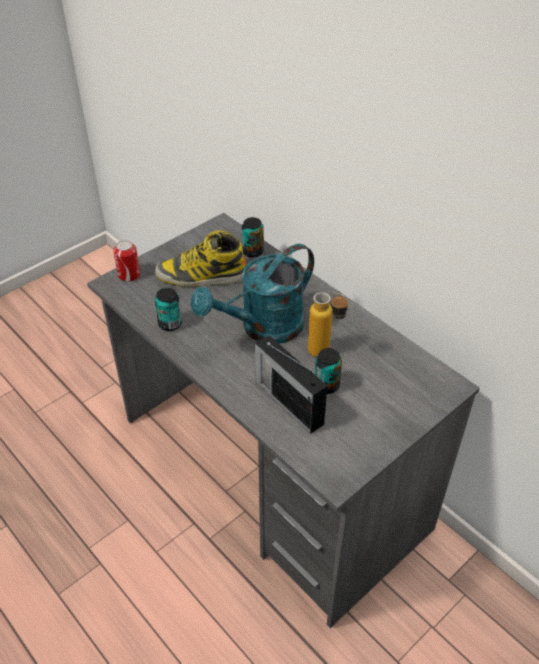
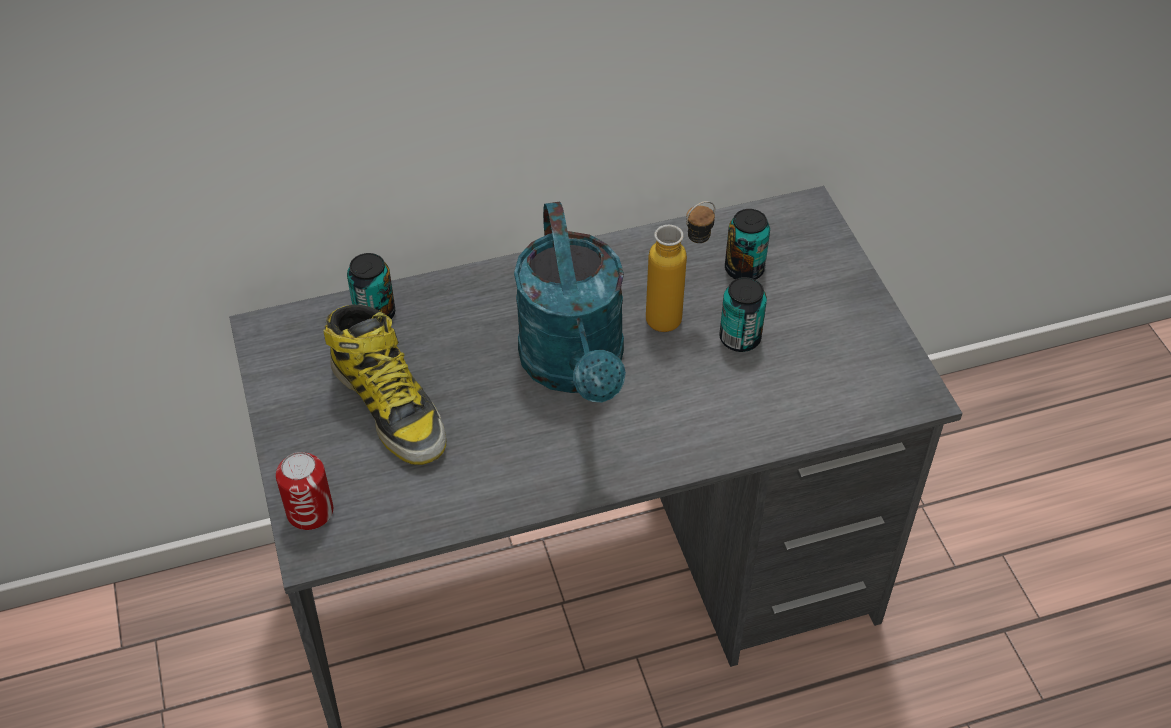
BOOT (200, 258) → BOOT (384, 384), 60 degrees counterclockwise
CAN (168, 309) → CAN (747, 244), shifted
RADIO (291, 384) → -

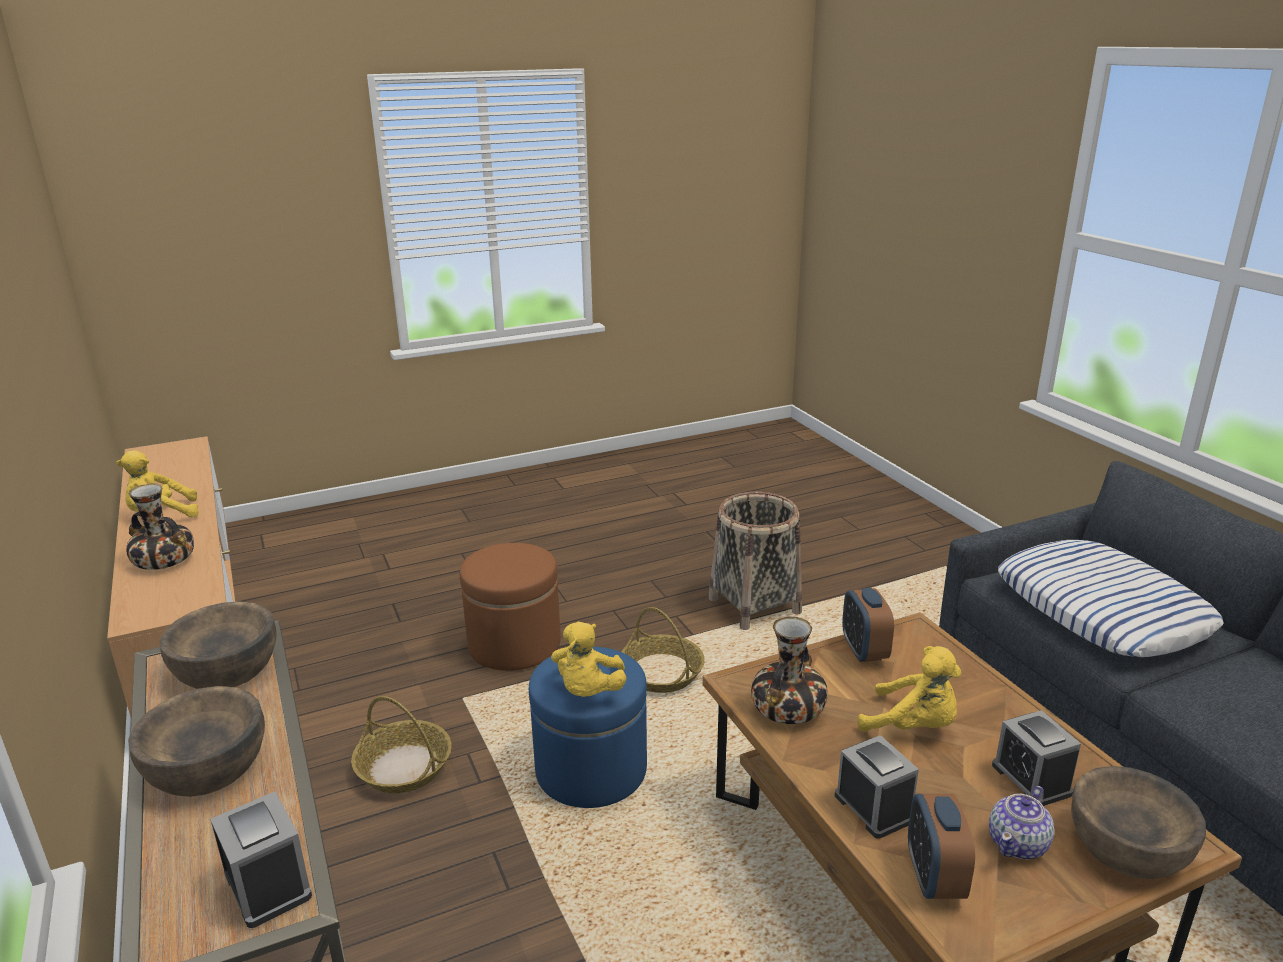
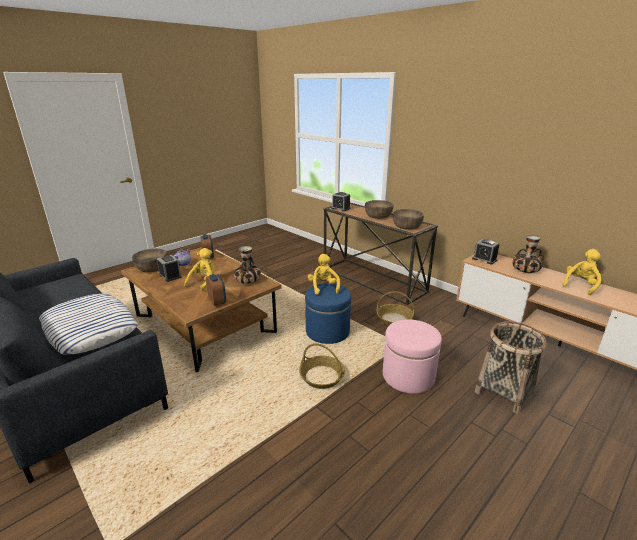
BASKET (755, 561) → BASKET (511, 367), shifted
BROWN OTTOMAN (510, 607) → PINK OTTOMAN (412, 356)
YELLOW PLUSH TOY (909, 689) → YELLOW PLUSH TOY (199, 269), 105 degrees clockwise
ALARM CLOCK (877, 787) → ALARM CLOCK (485, 252), shifted

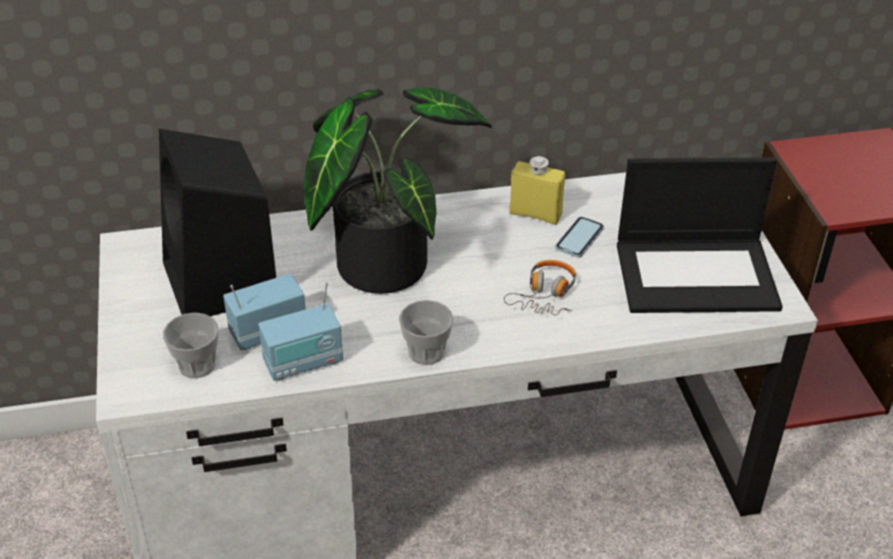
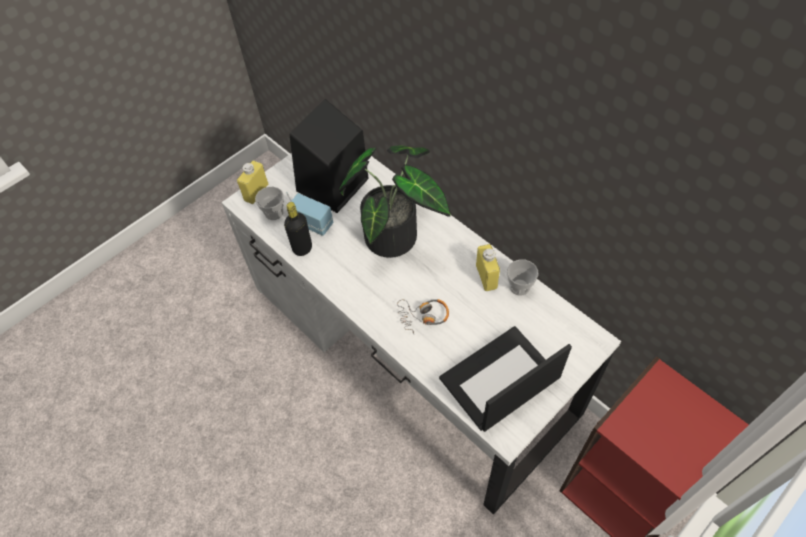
LAPTOP (700, 235) → LAPTOP (505, 379), 90 degrees clockwise
PHONE (579, 237) → -
RADIO (300, 331) → BLACK BOTTLE (298, 229)
CUP (426, 332) → CUP (523, 278), shifted
- → YELLOW BOTTLE (252, 182)

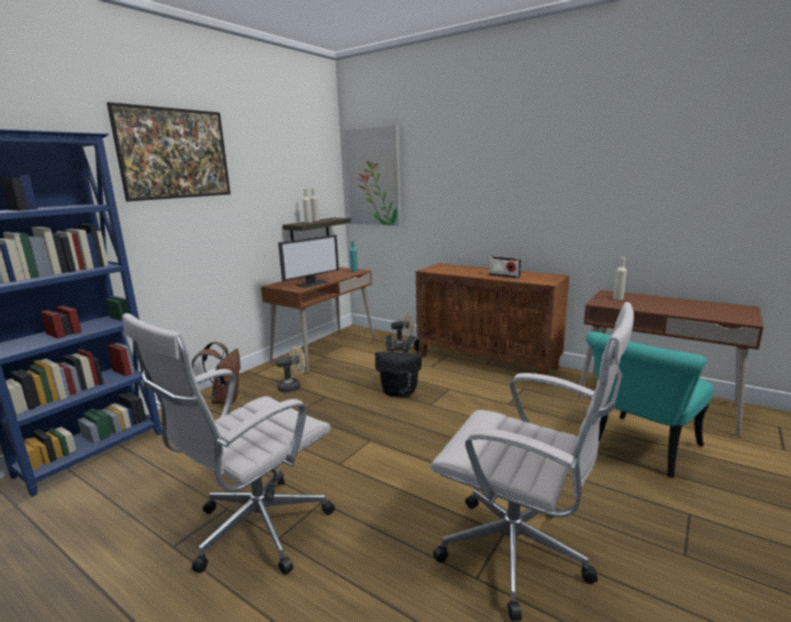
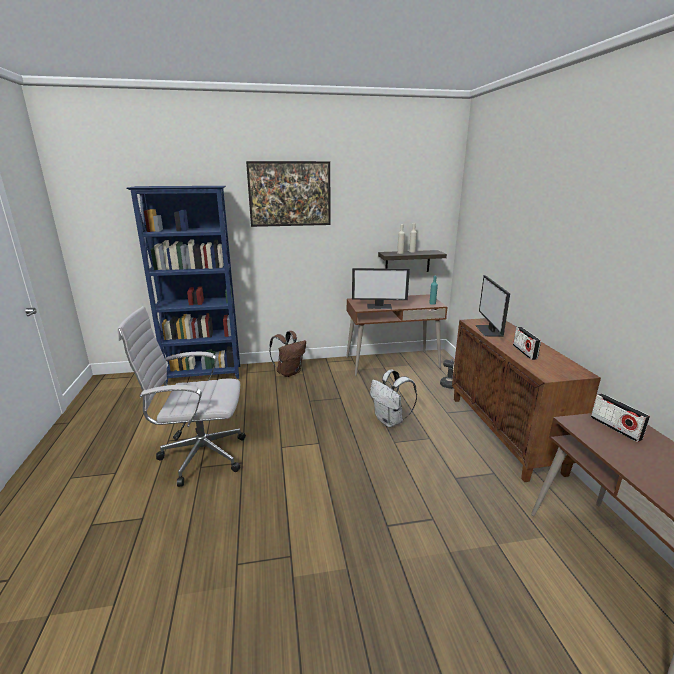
PICTURE (373, 175) → -
BEIGE BOTTLE (620, 278) → RADIO (620, 417)
WHITE OFFICE CHAIR (532, 461) → -
TURQUOISE CHAIR (650, 405) → -
BLACK BACKPACK (398, 366) → WHITE BACKPACK (393, 398)
BEIGE FAN (290, 368) → -
- → MONITOR (493, 305)

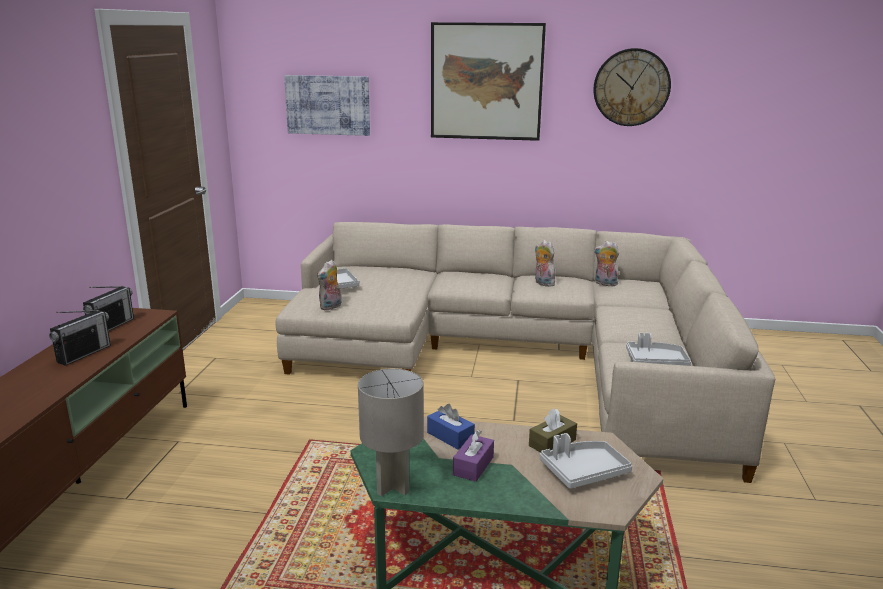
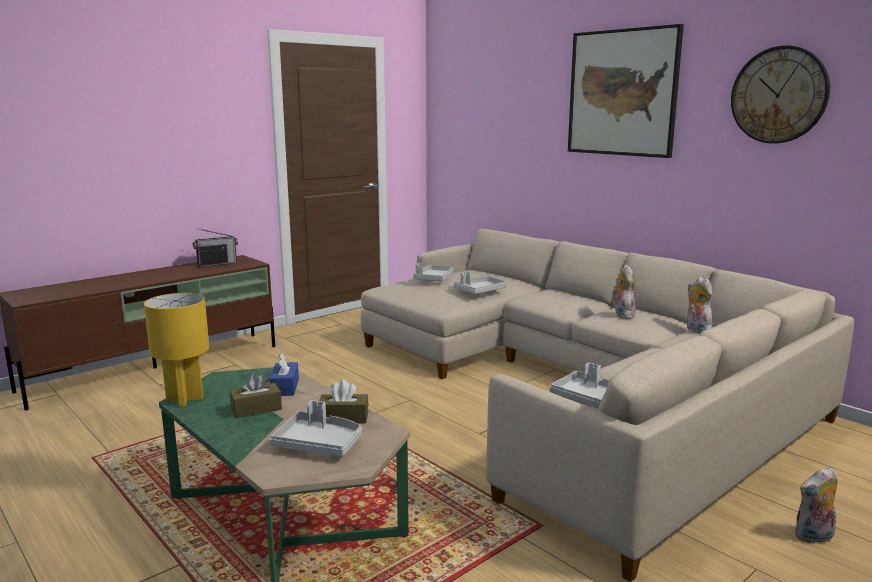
PICTURE (327, 105) → -
PLUSH TOY (329, 285) → PLUSH TOY (816, 505), shifted
RADIO (80, 338) → -
GREY TABLE LAMP (390, 432) → YELLOW TABLE LAMP (176, 350)
PURPLE TISSUE BOX (473, 456) → BROWN TISSUE BOX (256, 395)
- → GREY TRAY (480, 282)

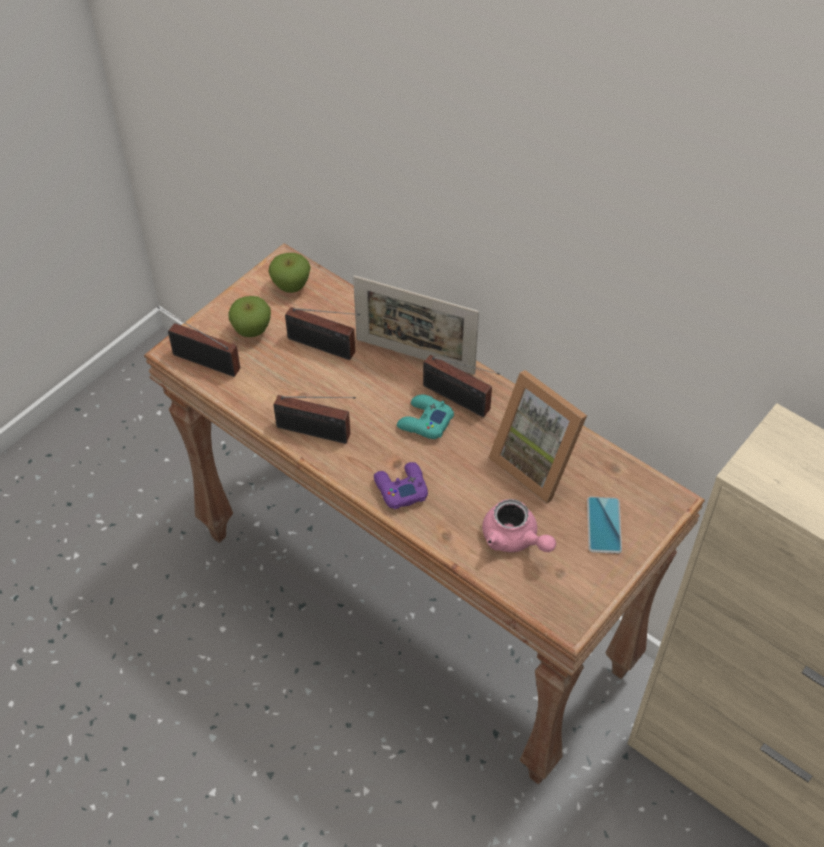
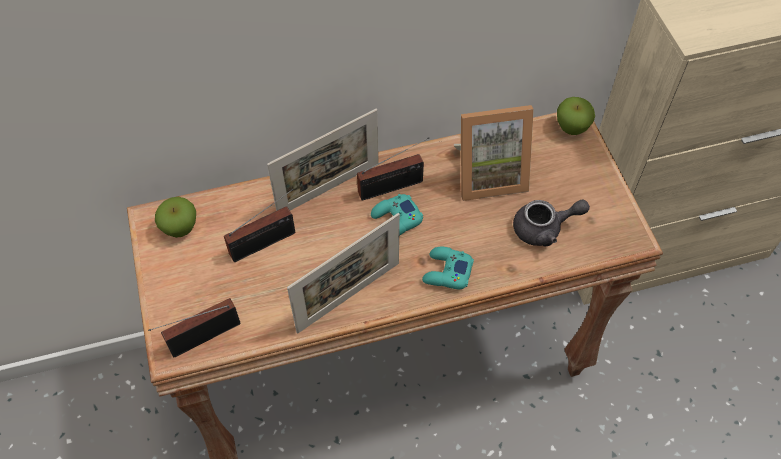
APPLE (249, 316) → APPLE (576, 116), shifted
RADIO (315, 419) → PICTURE FRAME (343, 273)
PURPLE GAME CONTROLLER (401, 486) → TURQUOISE GAME CONTROLLER (448, 267)
PHONE (604, 525) → -
PINK TEAPOT (519, 525) → GREY TEAPOT (551, 223)

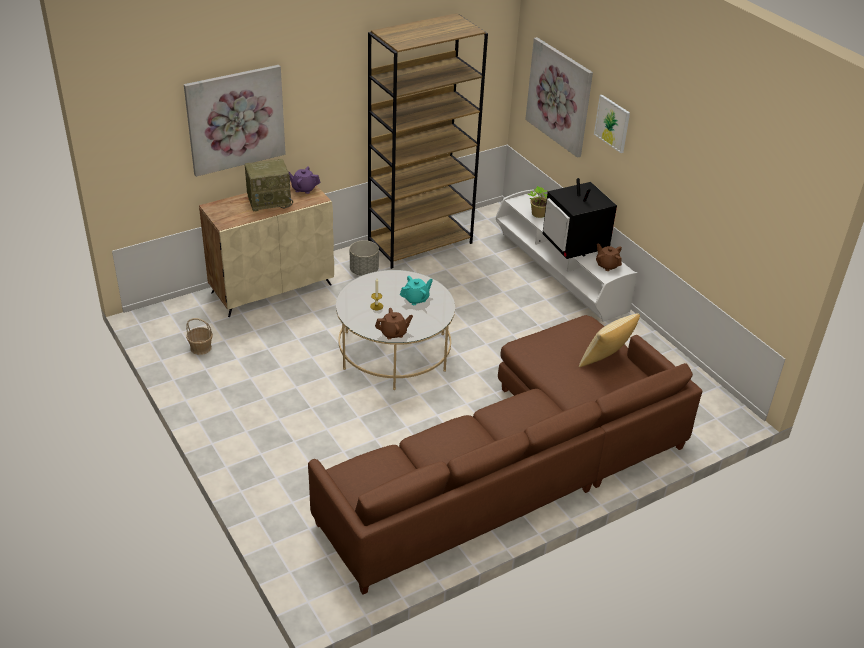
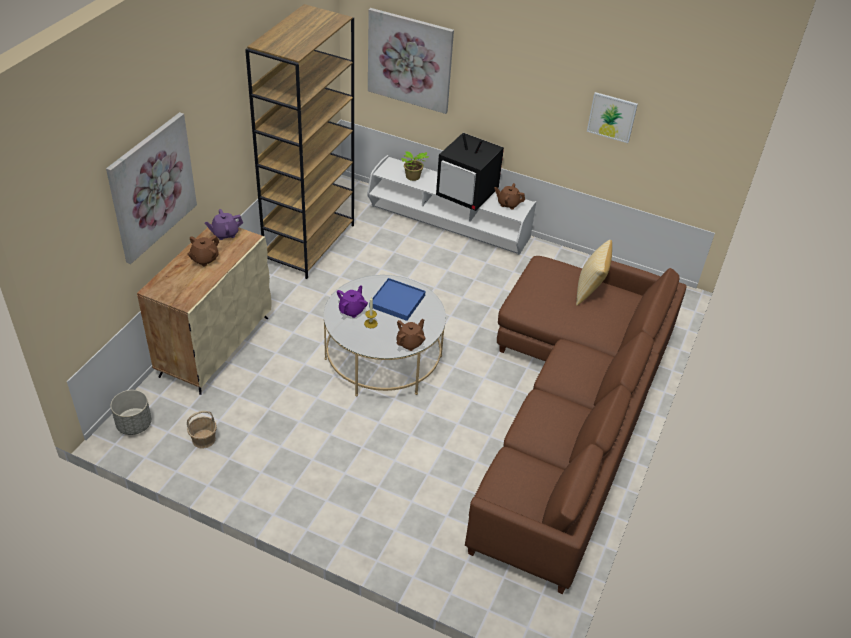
PICTURE (612, 124) → PICTURE (612, 117), shifted
RADIO (269, 185) → BROWN TEAPOT (203, 250)
GREY PLANTER (364, 258) → GREY PLANTER (131, 412), shifted
TURQUOISE TEAPOT (416, 290) → BLUE TRAY (397, 299)
- → PURPLE TEAPOT (352, 301)

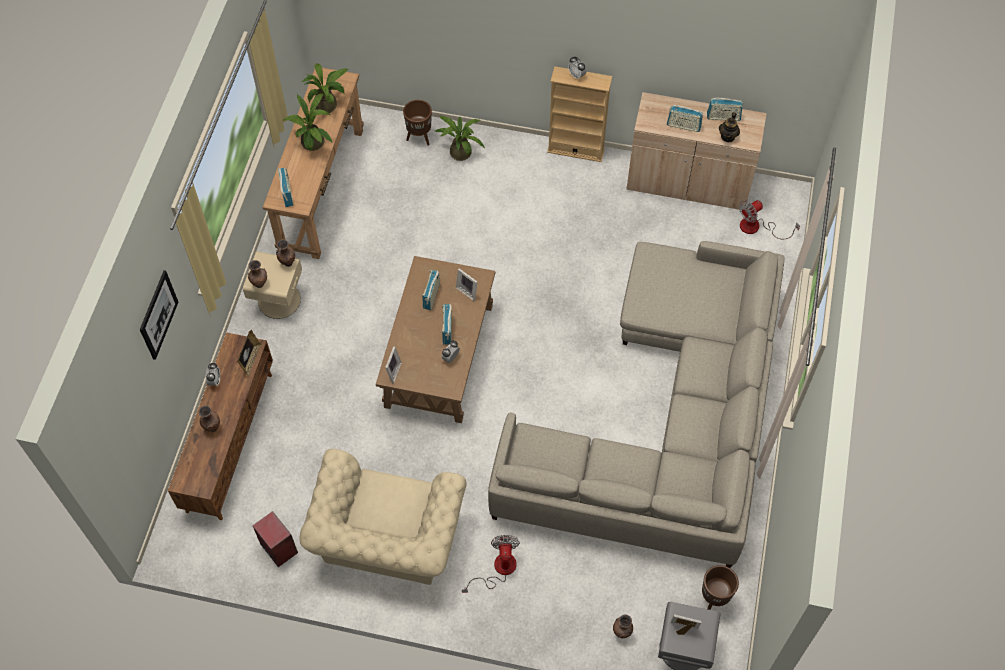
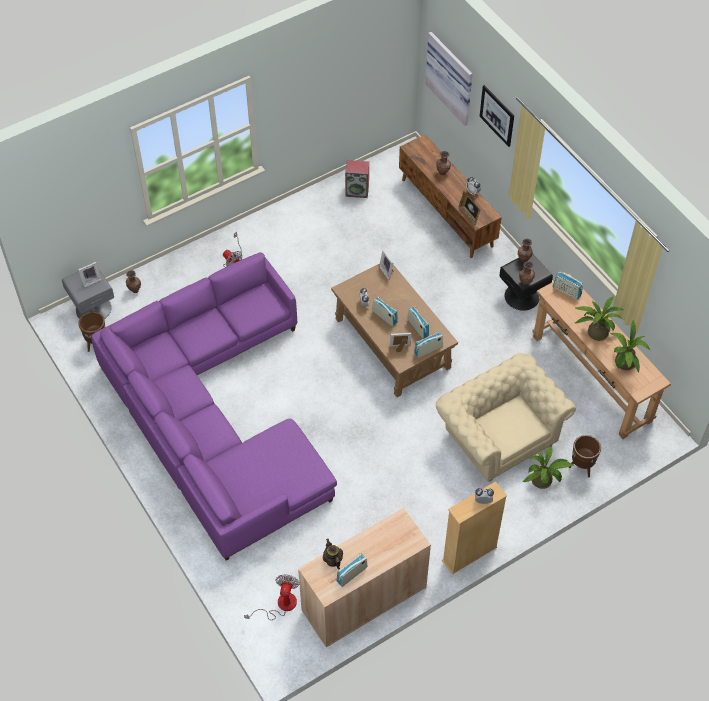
RADIO (685, 118) → RADIO (428, 344), shifted
BEIGE SOFA (636, 404) → PURPLE SOFA (214, 406)
BEIGE NIGHTSTAND (272, 285) → BLACK NIGHTSTAND (526, 282)
BEIGE ARMCHAIR (383, 517) → BEIGE ARMCHAIR (506, 417), shifted
- → PICTURE (448, 79)

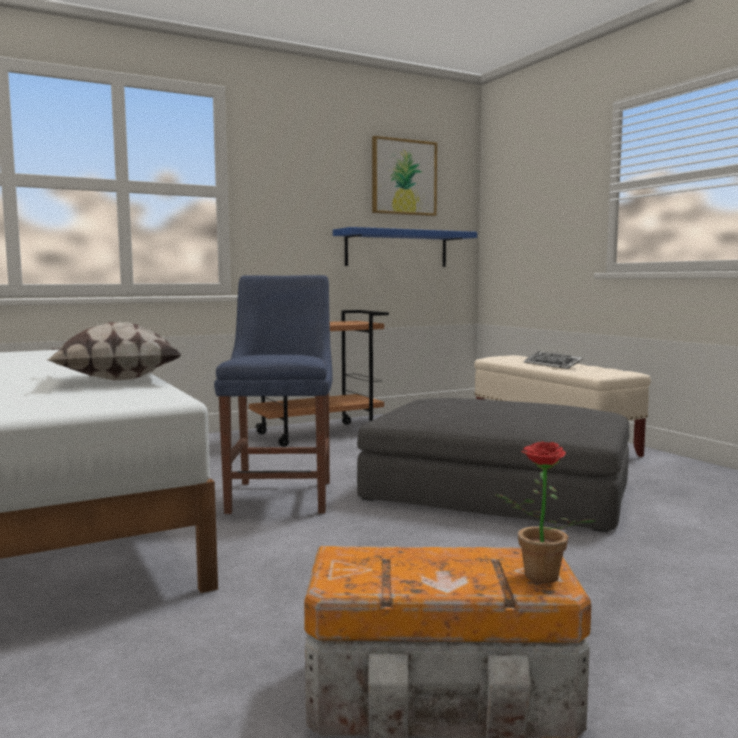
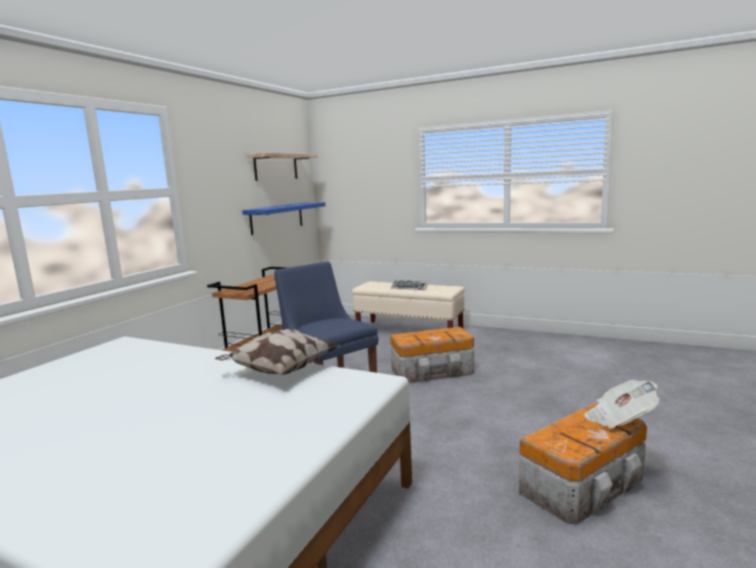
PICTURE (404, 176) → SHELF (282, 167)
GREY OTTOMAN (493, 465) → STORAGE BOX (432, 355)
POTTED PLANT (546, 512) → NEWSPAPER (621, 404)

